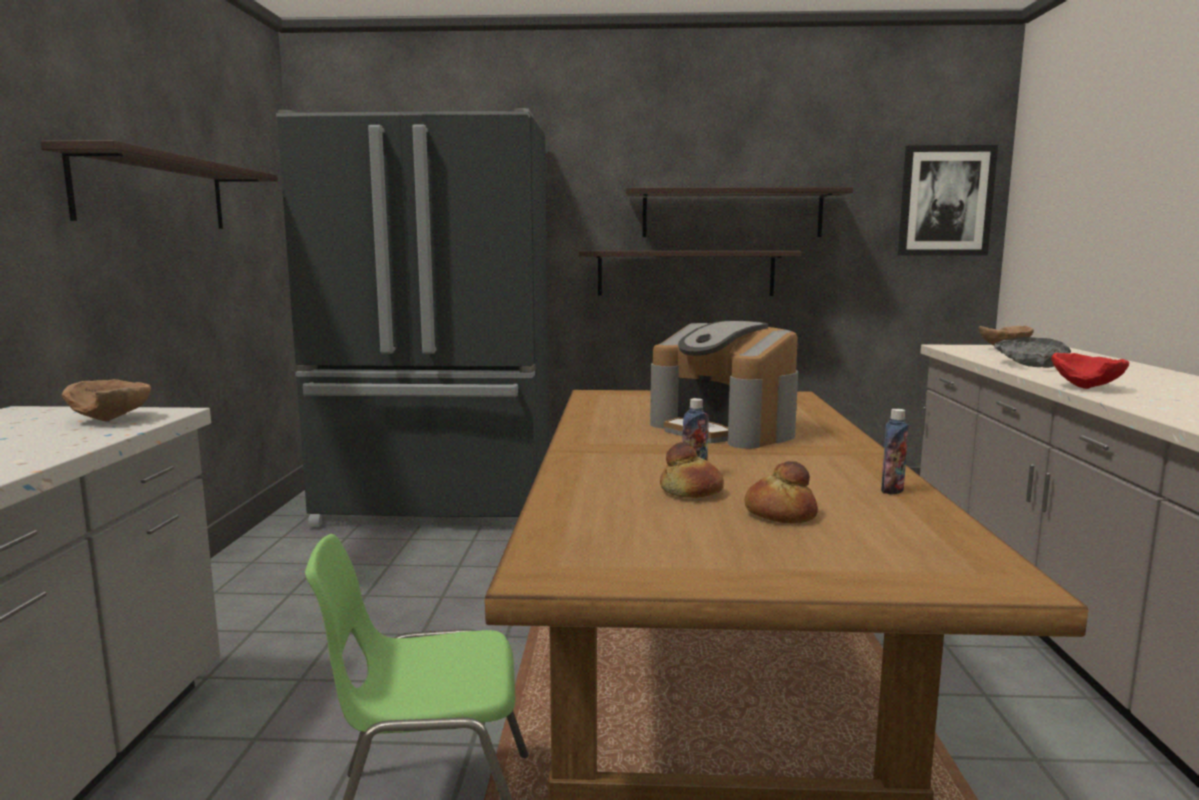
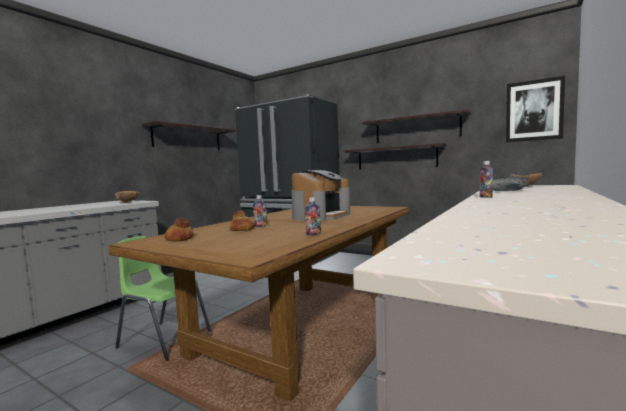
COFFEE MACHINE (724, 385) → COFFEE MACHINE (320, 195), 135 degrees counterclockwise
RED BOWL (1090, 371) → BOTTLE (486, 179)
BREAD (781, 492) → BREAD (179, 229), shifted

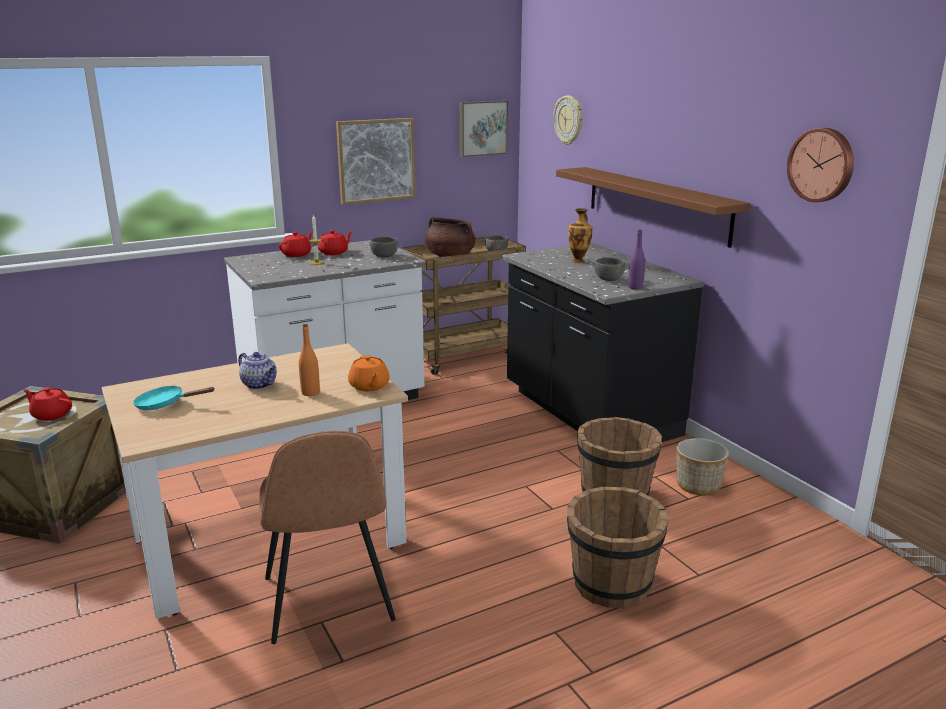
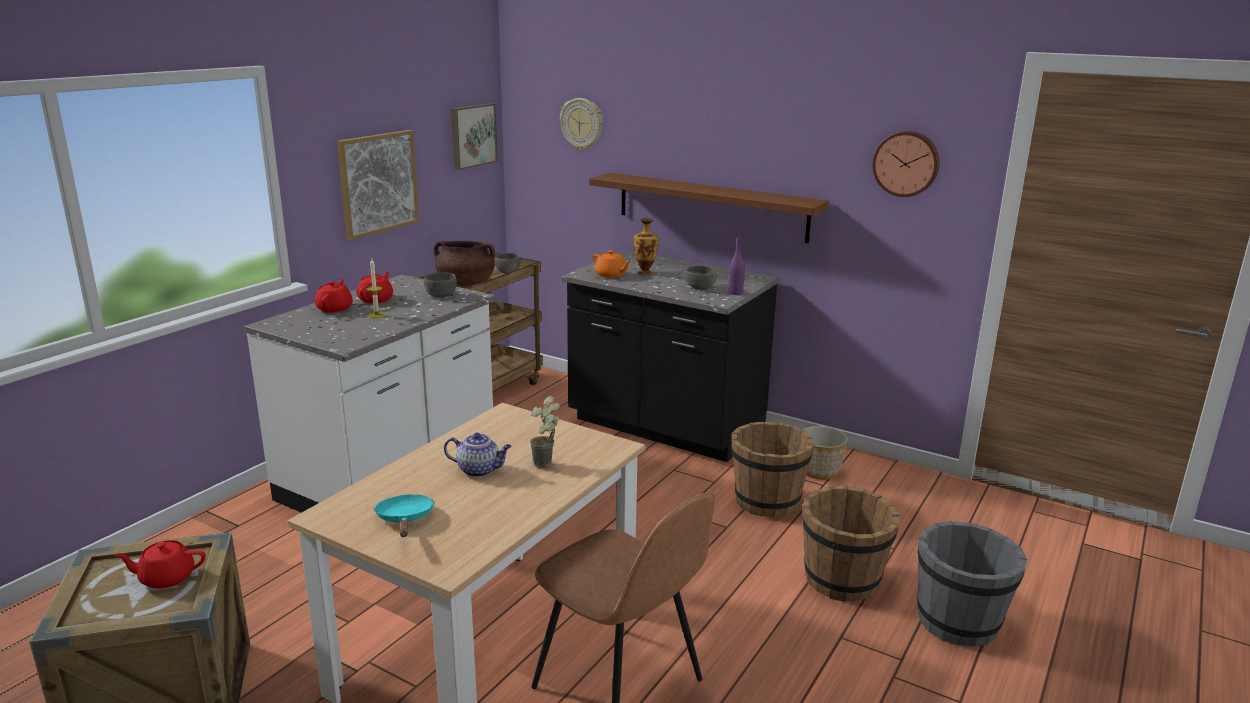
ORANGE BOTTLE (309, 360) → POTTED PLANT (545, 432)
ORANGE TEAPOT (369, 373) → ORANGE TEAPOT (611, 264), shifted
TURQUOISE FRYING PAN (174, 398) → TURQUOISE FRYING PAN (404, 515), 105 degrees clockwise
- → GREY BUCKET (972, 584)

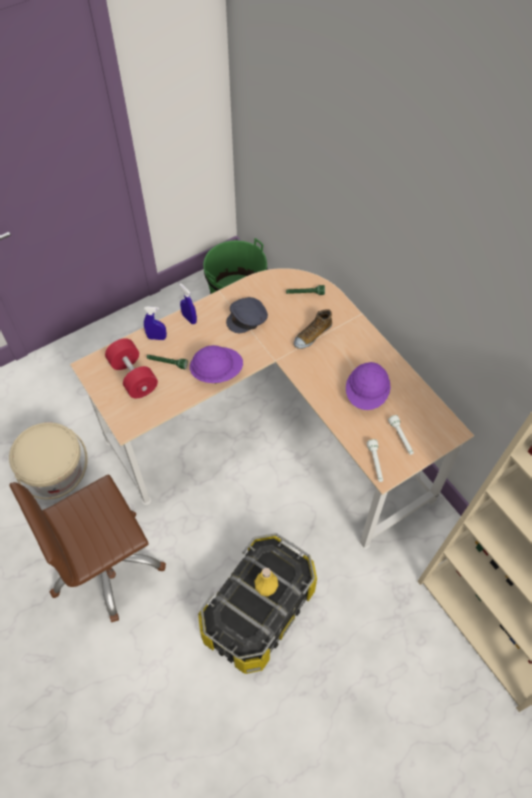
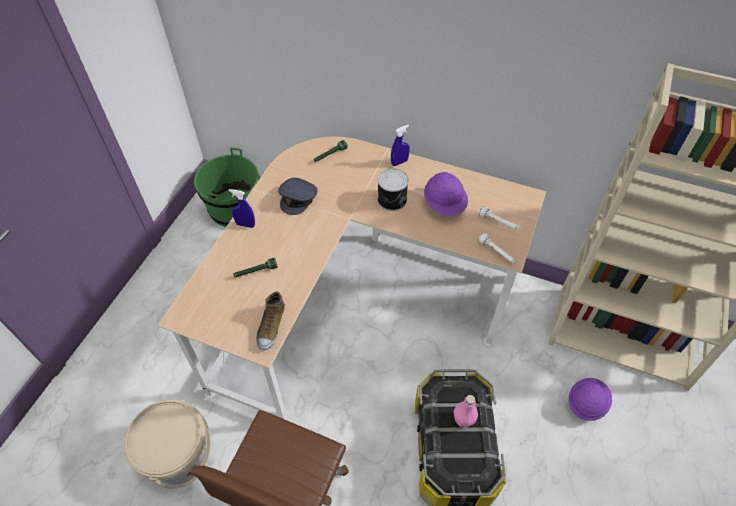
BLUE SPRAY BOTTLE (155, 323) → BLUE SPRAY BOTTLE (400, 145), shifted
SHOE (313, 329) → SHOE (270, 320), shifted
RED DUMBBELL (131, 368) → -
PURPLE HARD HAT (216, 364) → PURPLE HARD HAT (590, 399), shifted
YELLOW BOTTLE (266, 582) → PINK BOTTLE (465, 411)
- → CAN (392, 189)

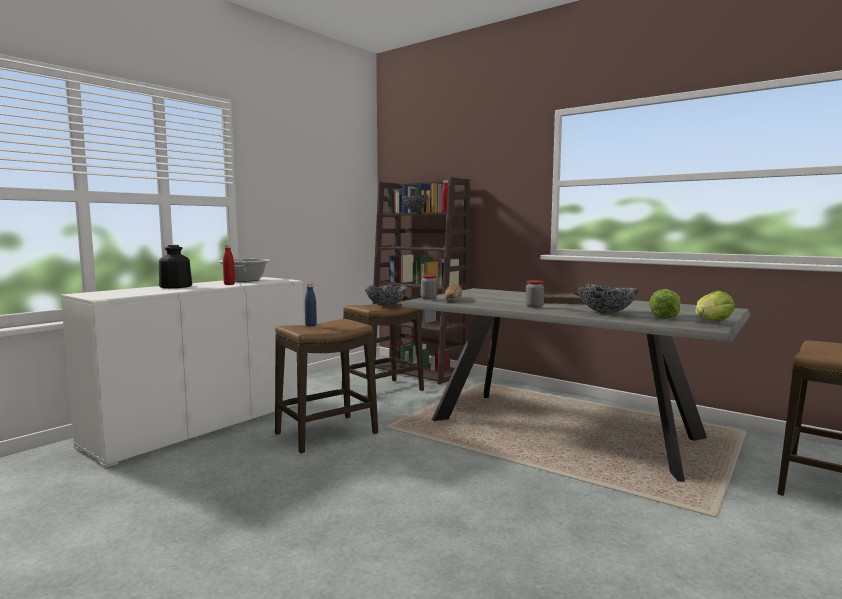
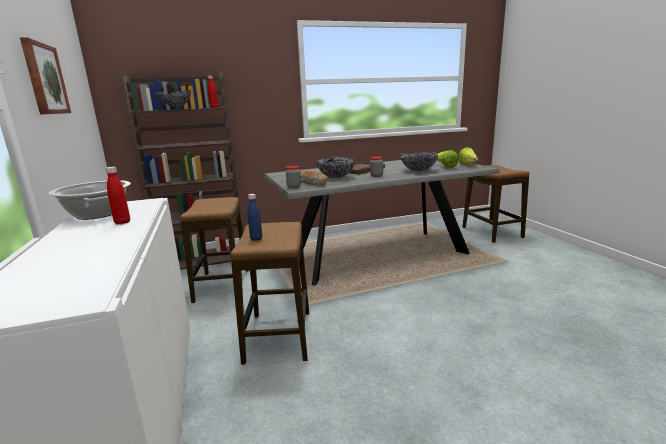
BOTTLE (175, 266) → -
BOWL (386, 295) → BOWL (335, 167), shifted
- → PICTURE (45, 76)

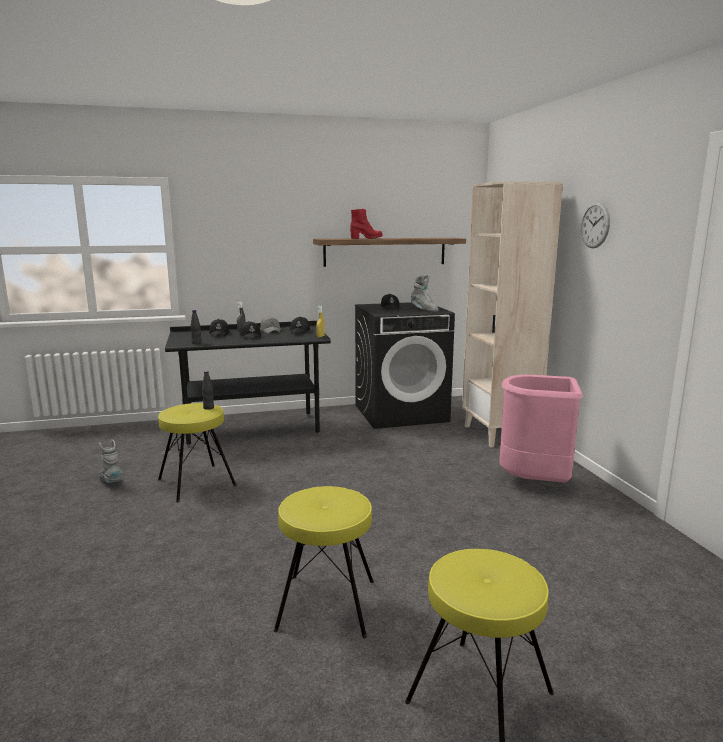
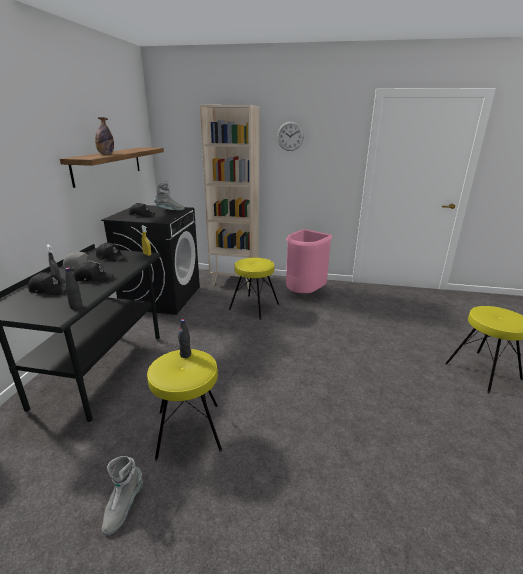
RED BOOT (366, 224) → BOTTLE (104, 135)
GREY BOOT (110, 461) → GREY BOOT (122, 495), 60 degrees counterclockwise
YELLOW STOOL (324, 562) → YELLOW STOOL (254, 289), shifted

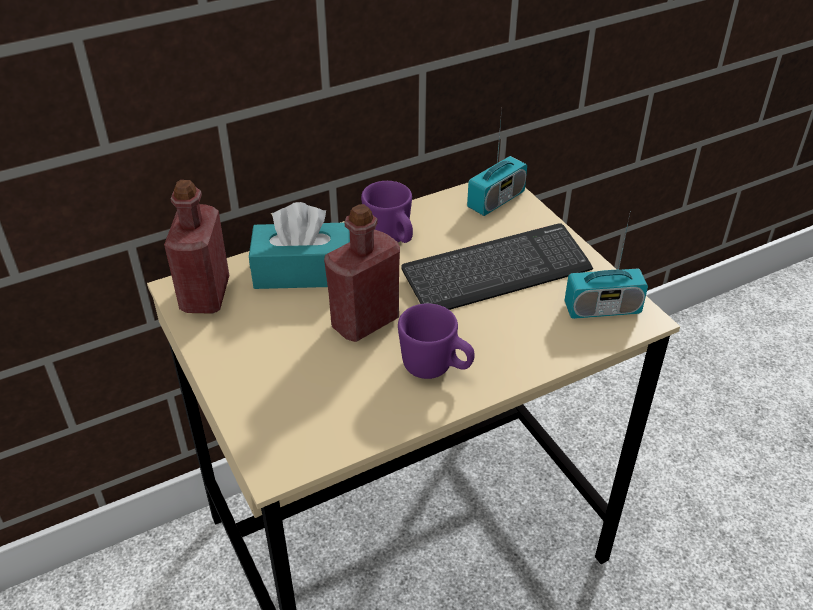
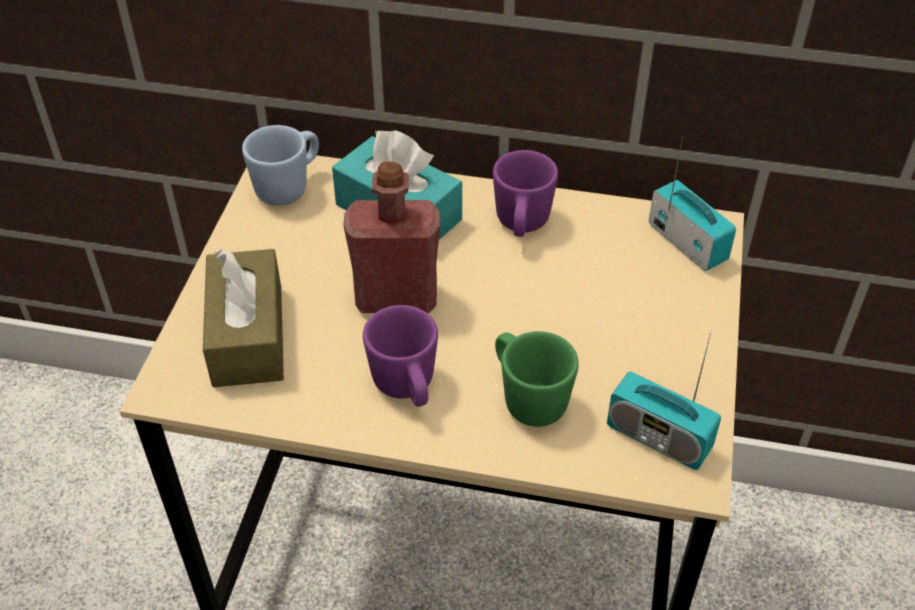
RADIO (497, 162) → RADIO (692, 204), 120 degrees counterclockwise
RED BOTTLE (197, 246) → BLUE MUG (280, 165)
KEYBOARD (497, 266) → -
- → BROWN TISSUE BOX (243, 318)
- → GREEN MUG (537, 379)

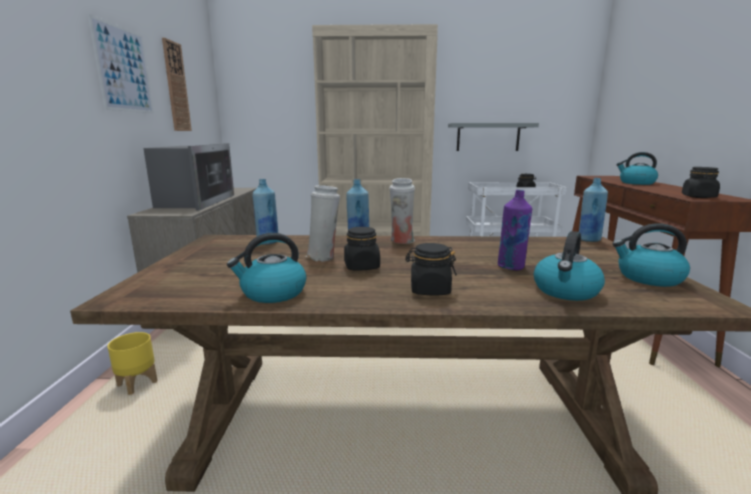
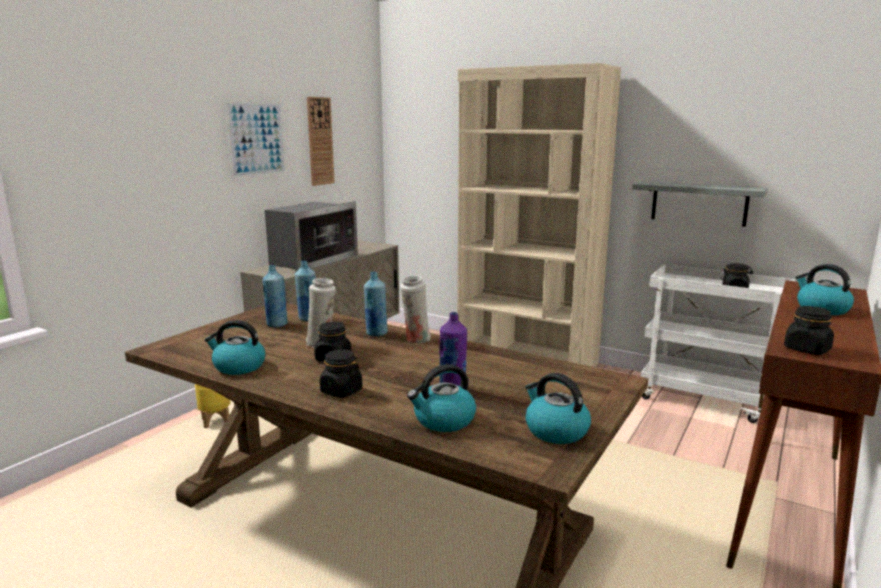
BLUE BOTTLE (593, 210) → BLUE BOTTLE (275, 296), shifted

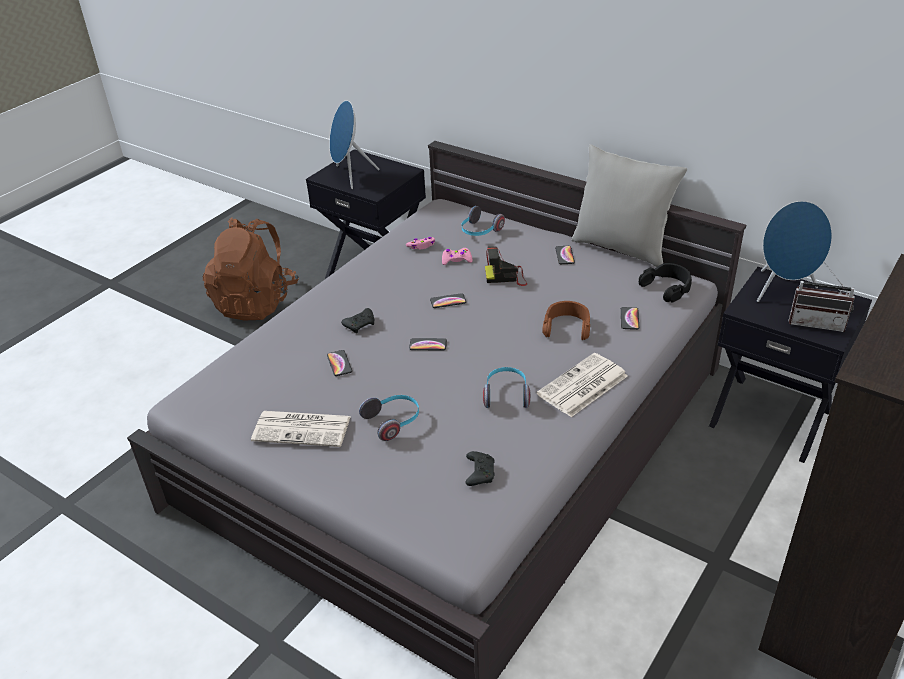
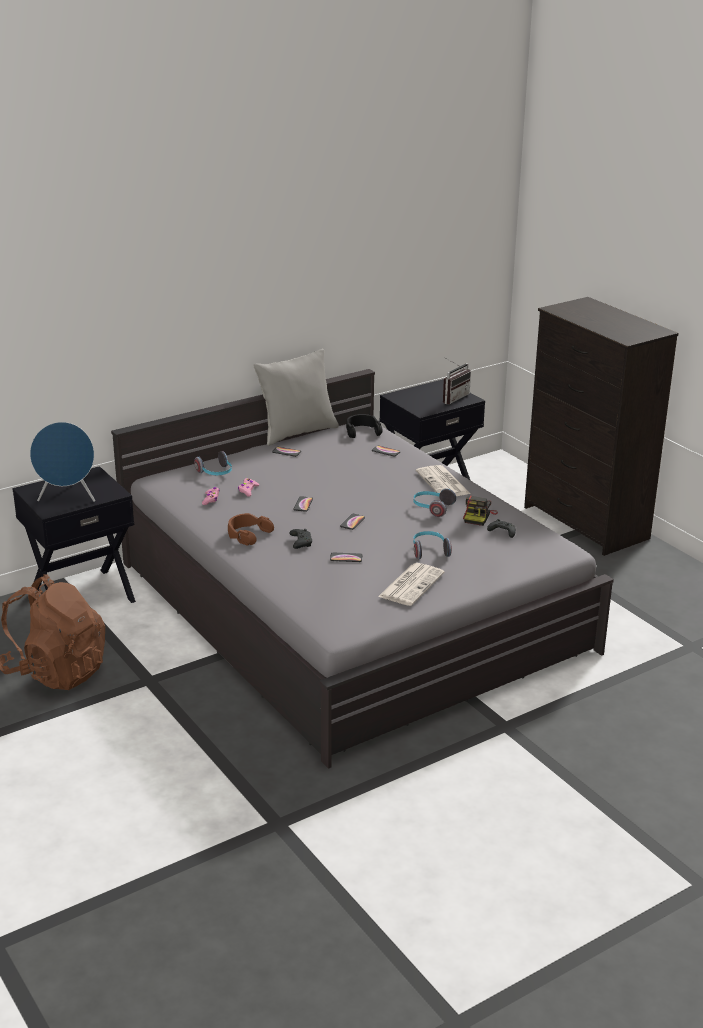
BLUE SPEAKER (794, 251) → -
PHOTO CAMERA (506, 266) → PHOTO CAMERA (480, 510), shifted
BROWN HEADPHONES (566, 320) → BROWN HEADPHONES (251, 529), shifted

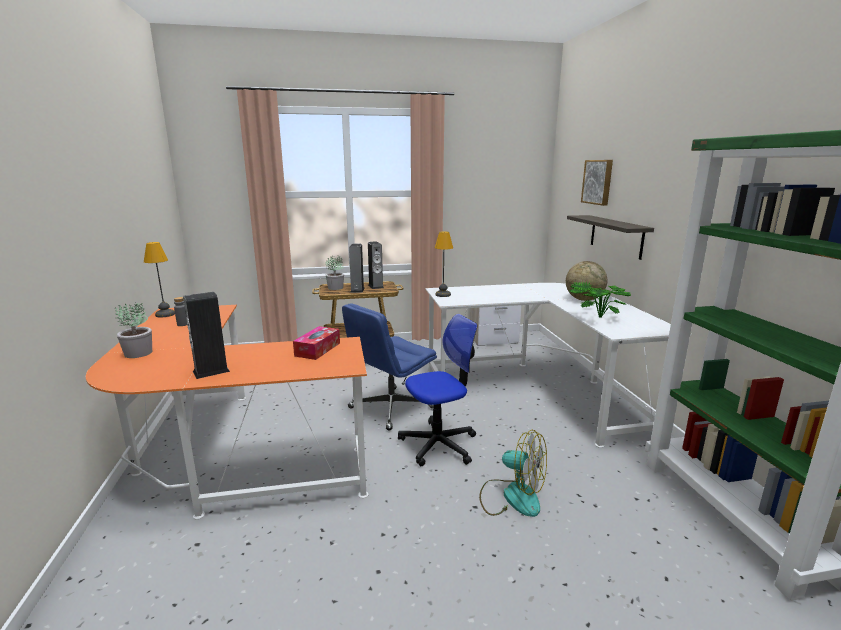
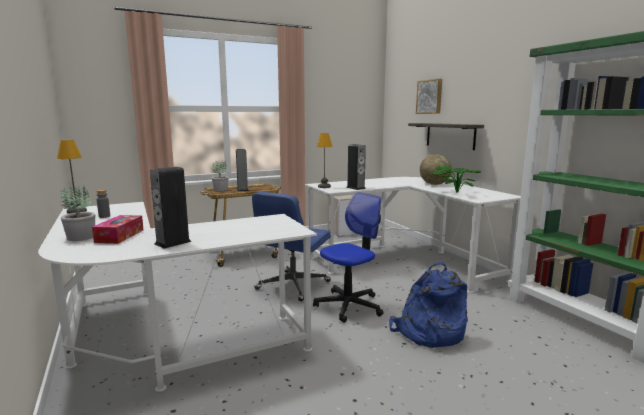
SPEAKER (376, 265) → SPEAKER (356, 167), shifted
ORANGE DESK (227, 412) → WHITE DESK (177, 297)
TISSUE BOX (316, 343) → TISSUE BOX (117, 229), shifted
FAN (513, 473) → BLUE BACKPACK (428, 305)

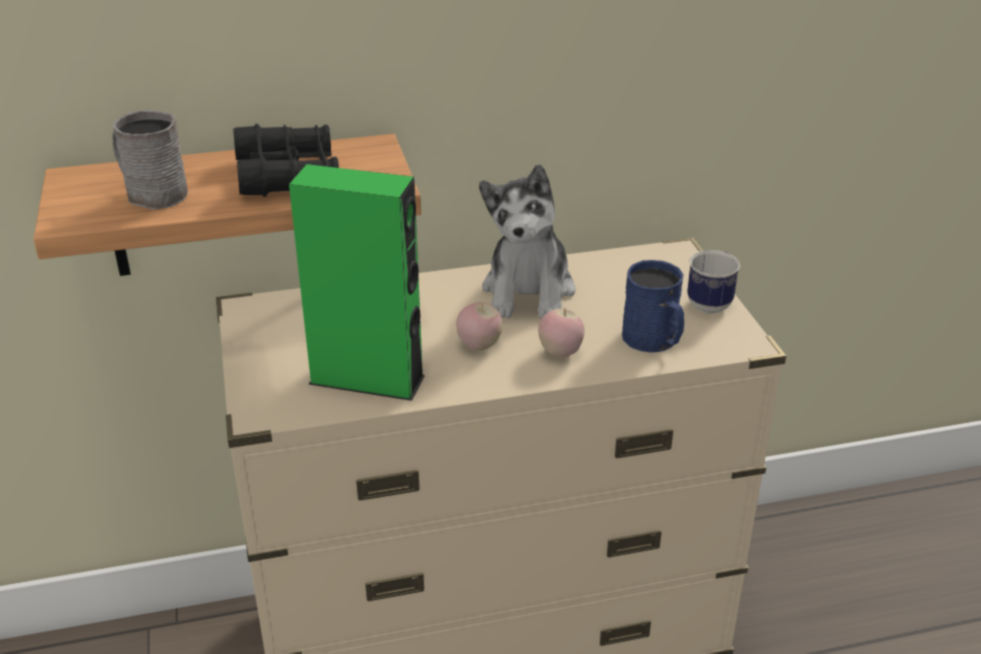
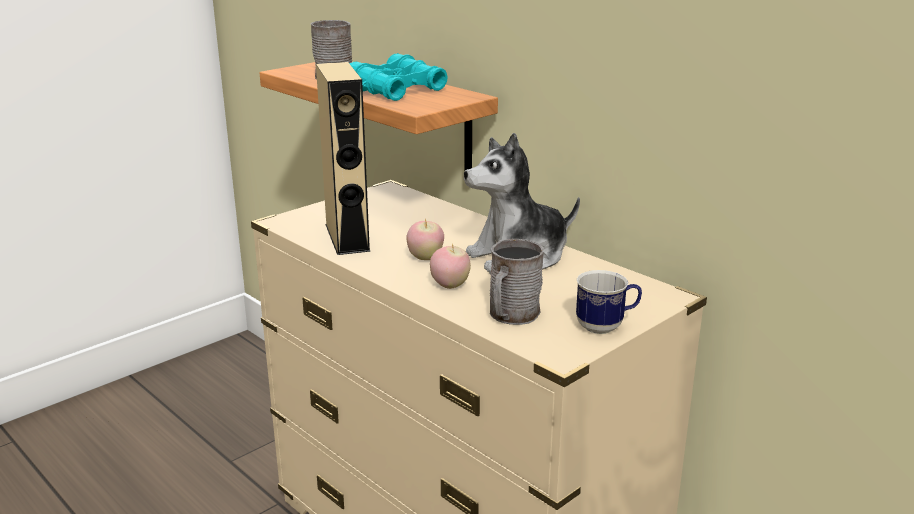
BLACK BINOCULARS (286, 160) → TURQUOISE BINOCULARS (399, 77)
GREEN SPEAKER (357, 282) → BEIGE SPEAKER (343, 158)
BLUE MUG (653, 306) → GREY MUG (517, 282)

